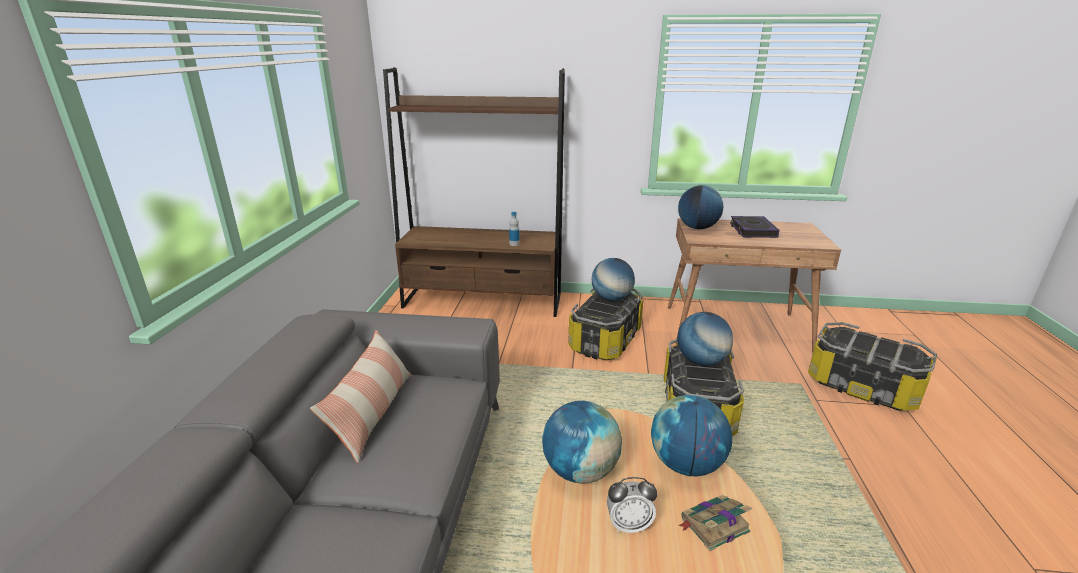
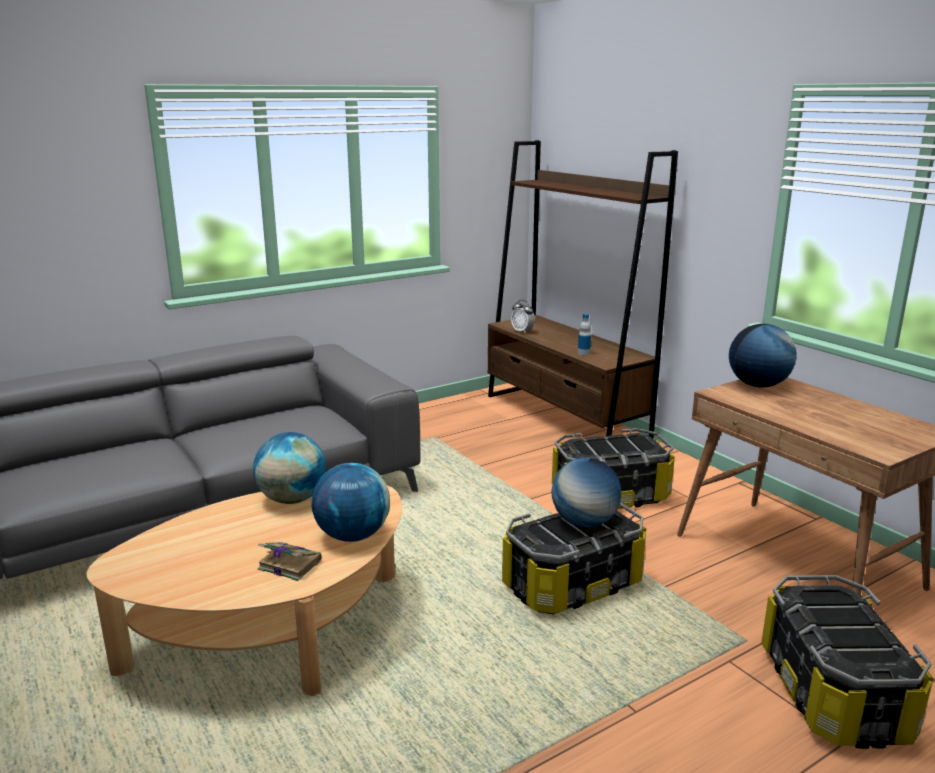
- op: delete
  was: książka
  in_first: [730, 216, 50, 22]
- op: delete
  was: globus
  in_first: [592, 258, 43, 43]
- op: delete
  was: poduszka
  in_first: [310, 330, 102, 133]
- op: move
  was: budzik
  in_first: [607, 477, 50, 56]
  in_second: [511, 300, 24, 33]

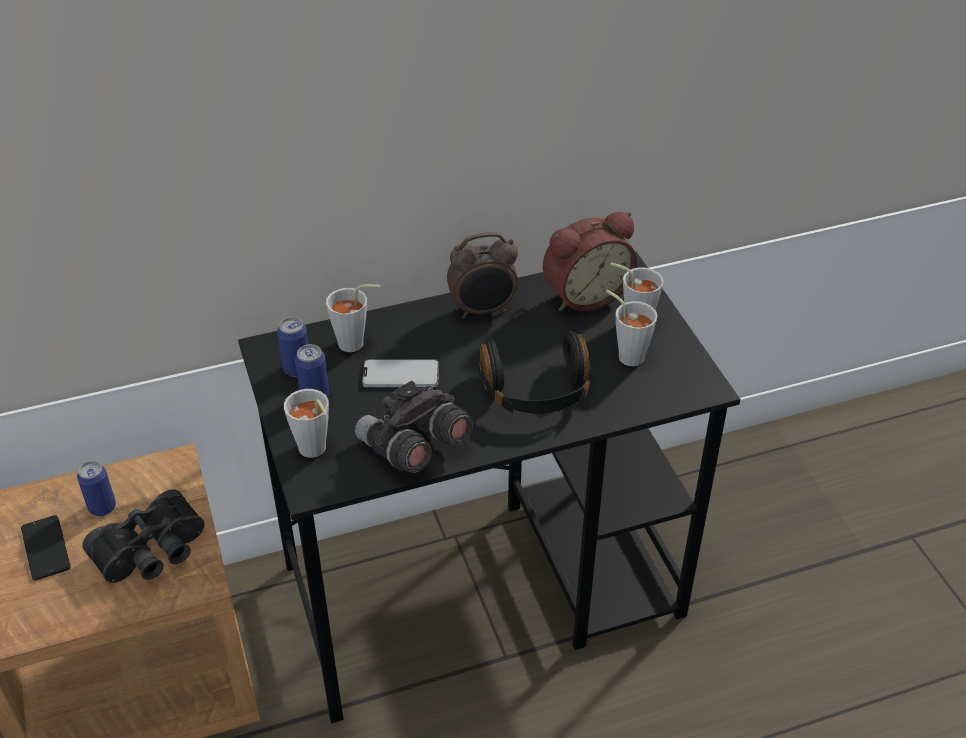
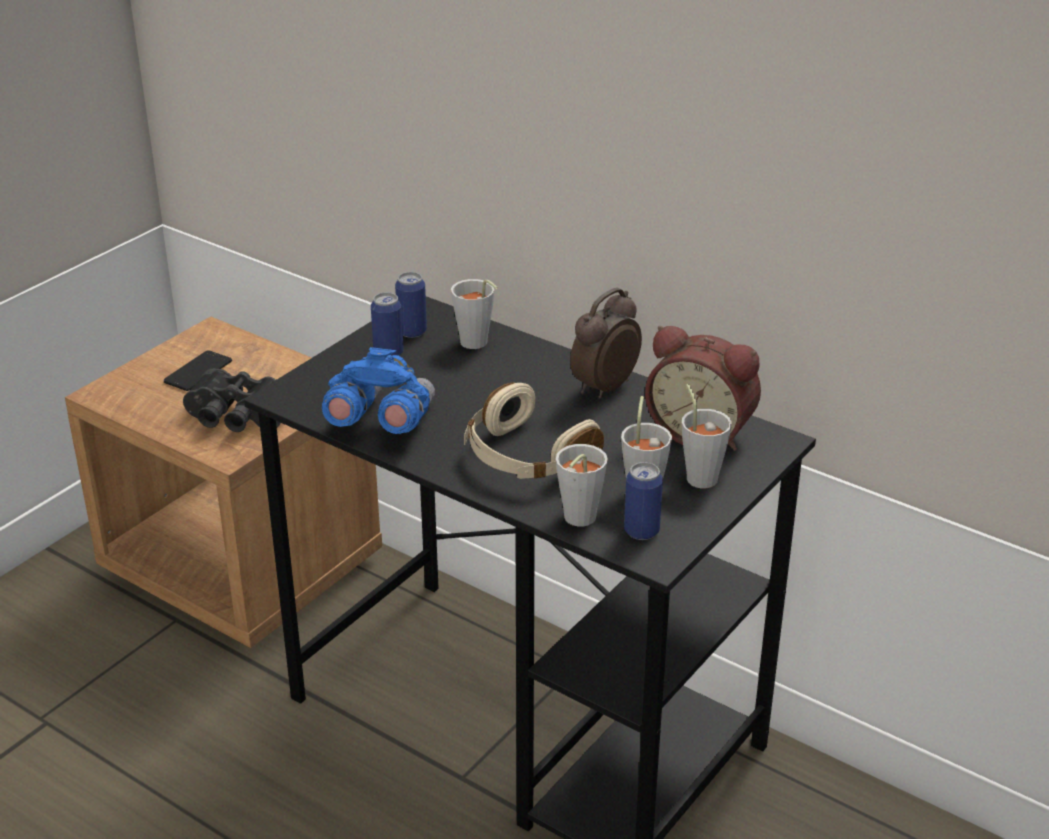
- op: rotate
  was: budzik
  in_first: [447, 232, 71, 86]
  in_second: [570, 288, 72, 111]
  clockwise: 90
- op: recolor
  was: słuchawki (czarny)
  now: słuchawki (beżowy)
  in_first: [478, 331, 113, 83]
  in_second: [464, 382, 140, 97]
- op: delete
  was: telefon
  in_first: [362, 360, 77, 27]
- op: recolor
  was: lornetka (szary)
  now: lornetka (niebieski)
  in_first: [355, 381, 118, 92]
  in_second: [322, 347, 113, 87]
- op: move
  was: filiżanka (szary)
  in_first: [284, 389, 45, 69]
  in_second: [556, 444, 52, 82]
- op: move
  was: puszka
  in_first: [77, 461, 39, 55]
  in_second: [624, 462, 39, 78]

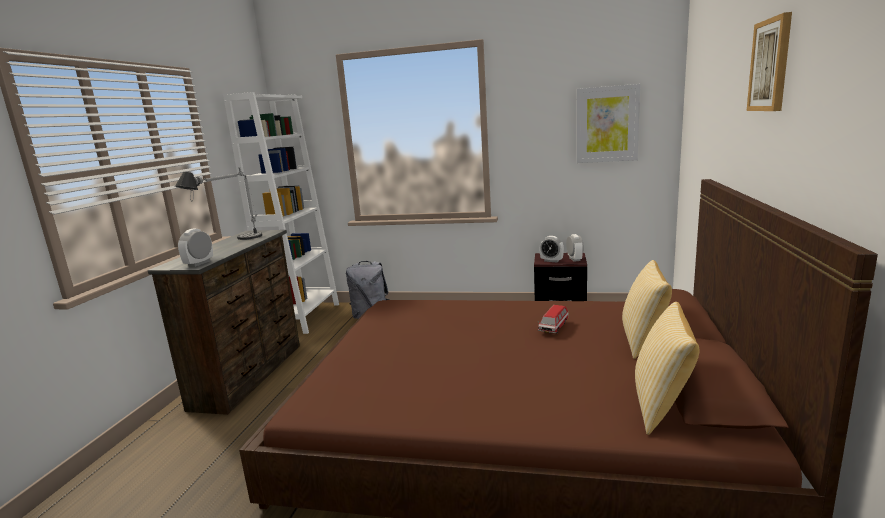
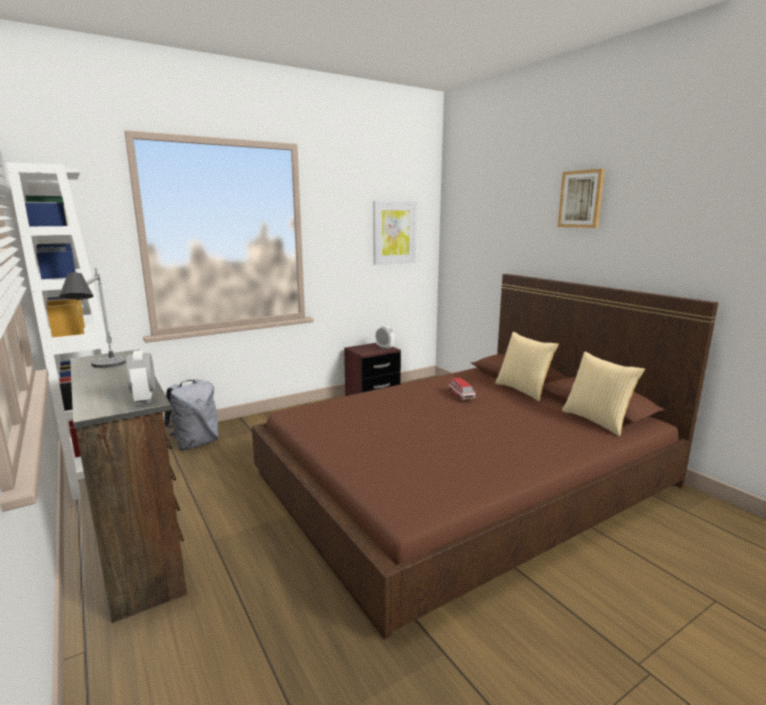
- op: delete
  was: budzik
  in_first: [539, 236, 25, 26]

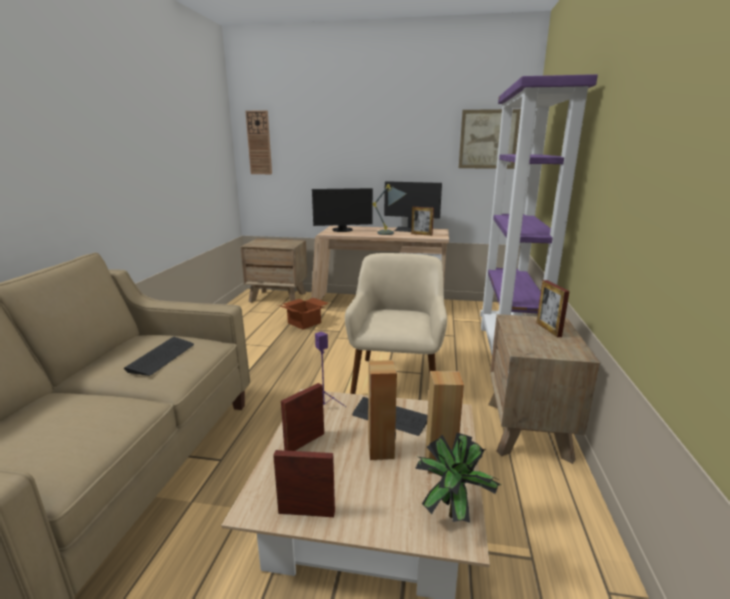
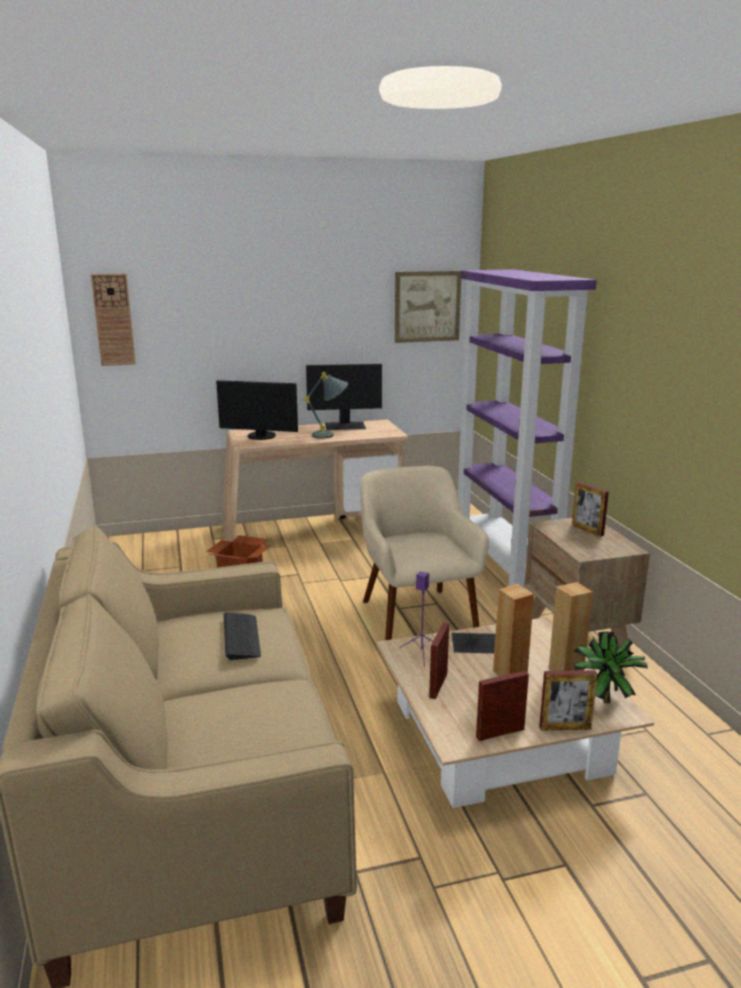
- op: rotate
  was: monitor
  in_first: [312, 188, 61, 44]
  in_second: [216, 380, 82, 60]
  clockwise: 45
- op: move
  was: ramka na zdjęcie
  in_first: [411, 207, 23, 29]
  in_second: [539, 670, 59, 60]
- op: delete
  was: szafka nocna (brązowy)
  in_first: [240, 239, 67, 64]

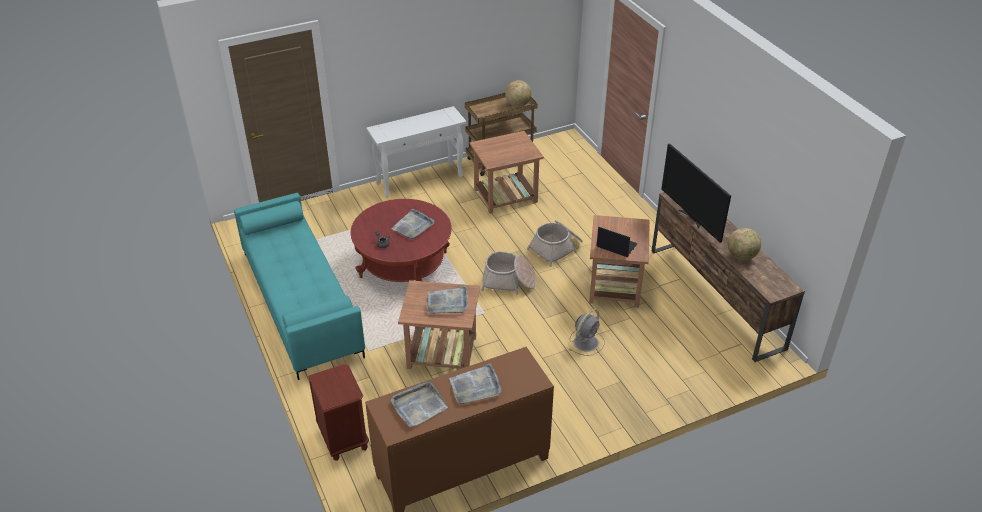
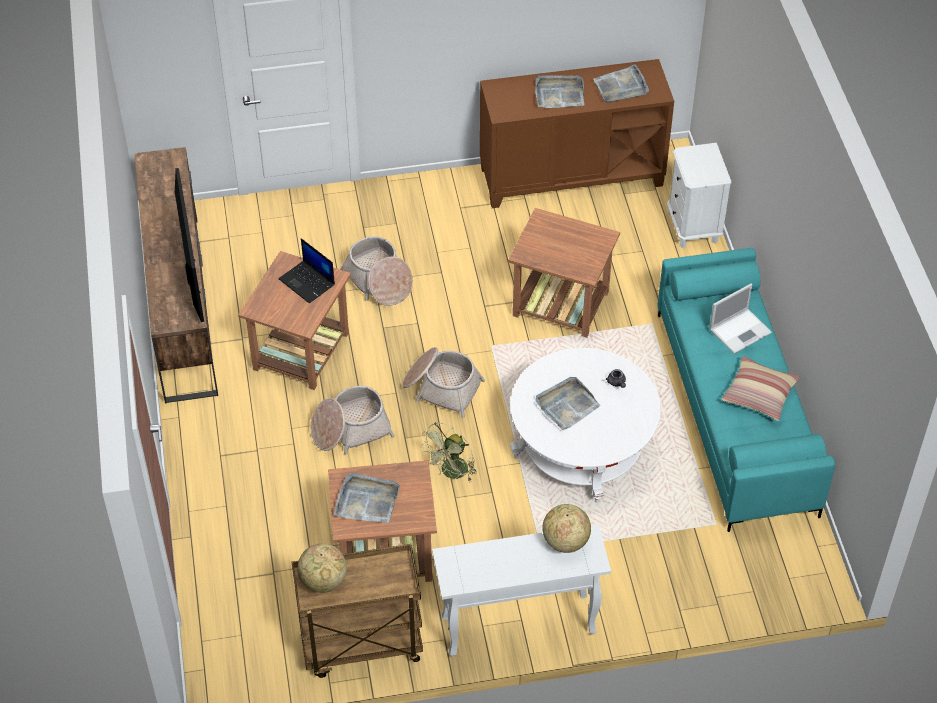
- op: recolor
  was: ława (czerwony)
  now: ława (biały)
  in_first: [351, 199, 101, 83]
  in_second: [510, 348, 151, 155]
- op: move
  was: globus
  in_first: [728, 228, 33, 32]
  in_second: [542, 504, 49, 49]
- op: move
  was: taca (szary)
  in_first: [427, 286, 41, 28]
  in_second: [334, 473, 66, 50]
- op: replace
  was: wentylator (szary)
  now: koszyk
  in_first: [569, 309, 36, 47]
  in_second: [340, 236, 73, 70]
- op: recolor
  was: szafka nocna (brązowy)
  now: szafka nocna (biały)
  in_first: [308, 364, 61, 97]
  in_second: [667, 143, 64, 105]
- op: insert
  now: laptop
  in_second: [709, 284, 63, 70]
- op: insert
  now: poduszka
  in_second: [722, 356, 78, 65]
- op: insert
  now: wentylator (zielony)
  in_second: [420, 422, 57, 59]

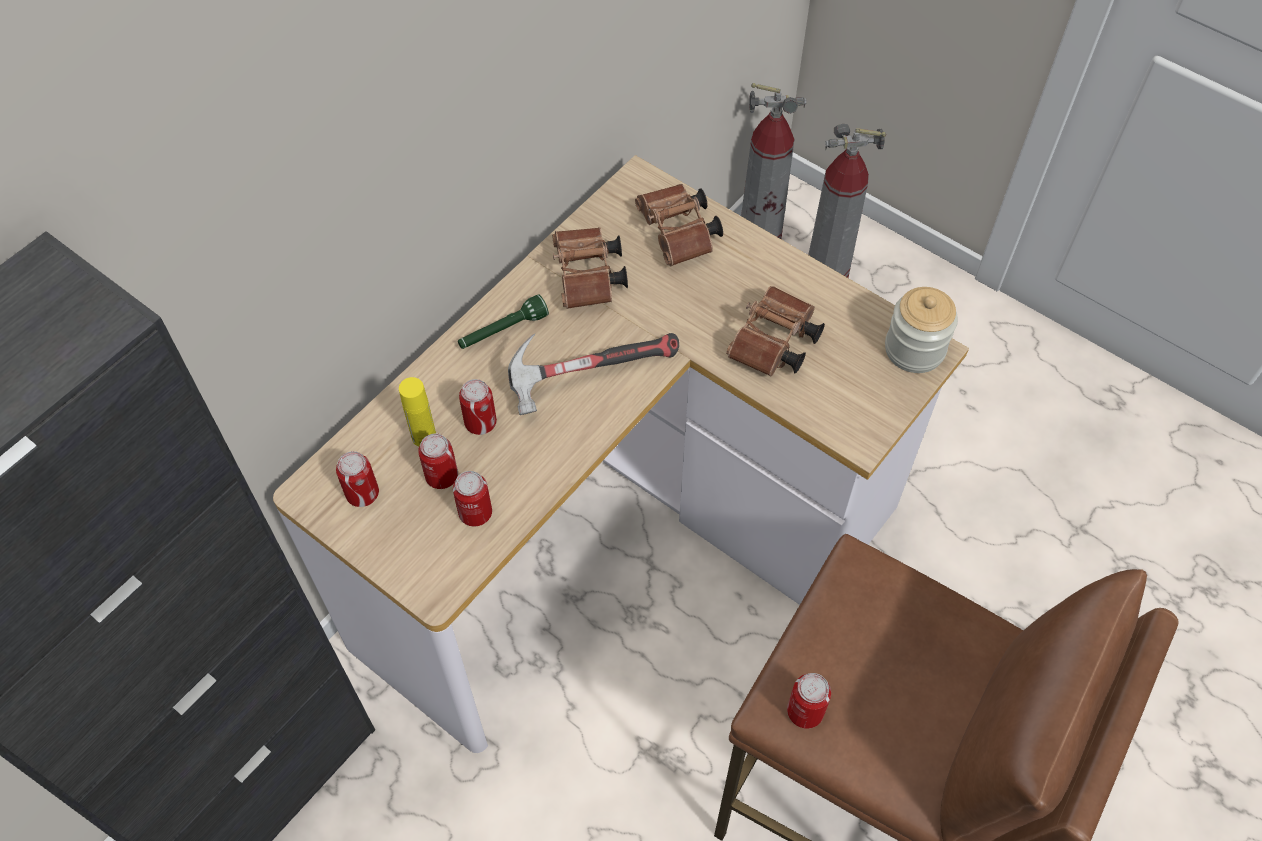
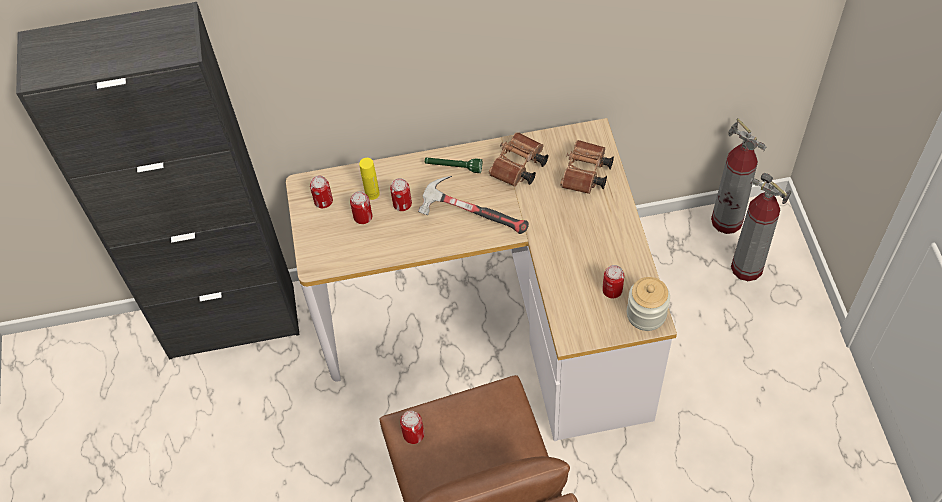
- op: delete
  was: lornetka (brązowy)
  in_first: [726, 286, 99, 91]
- op: move
  was: puszka
  in_first: [453, 471, 39, 56]
  in_second: [602, 265, 22, 33]

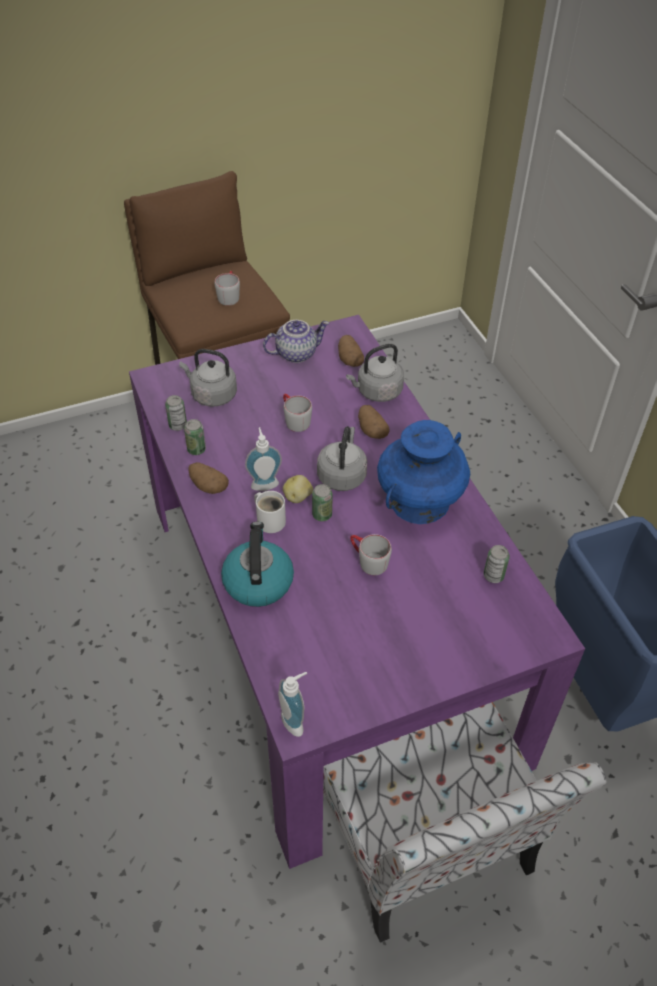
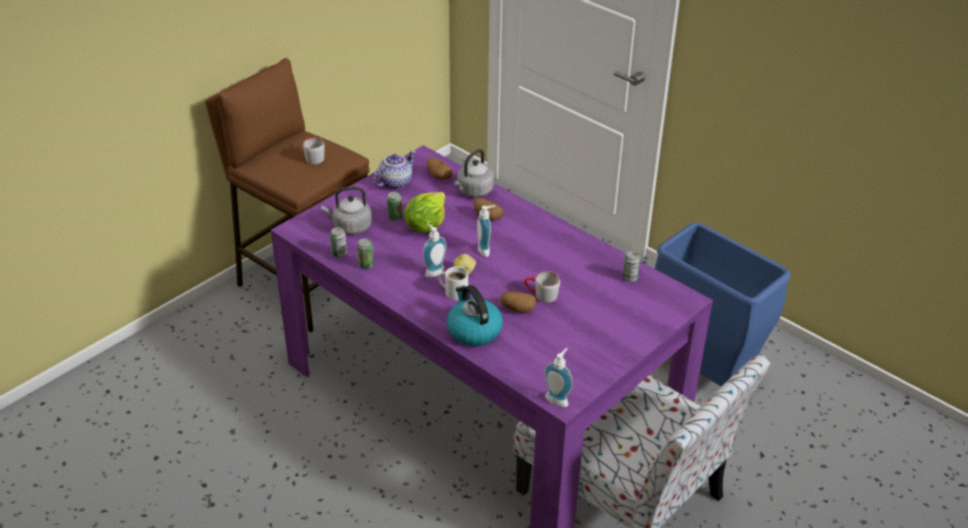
- op: replace
  was: kubek (szary)
  now: sałata
  in_first: [283, 394, 29, 38]
  in_second: [404, 192, 41, 41]
- op: delete
  was: wazon (niebieski)
  in_first: [377, 420, 93, 104]
- op: replace
  was: czajnik (szary)
  now: dozownik mydła
  in_first: [317, 426, 50, 65]
  in_second: [477, 205, 19, 52]
- op: move
  was: ziemniak
  in_first: [189, 462, 40, 32]
  in_second: [500, 292, 37, 21]
- op: move
  was: puszka
  in_first: [312, 484, 21, 37]
  in_second: [387, 192, 15, 29]

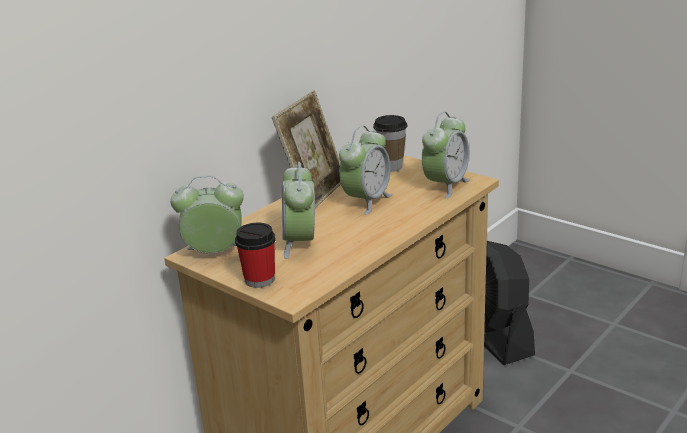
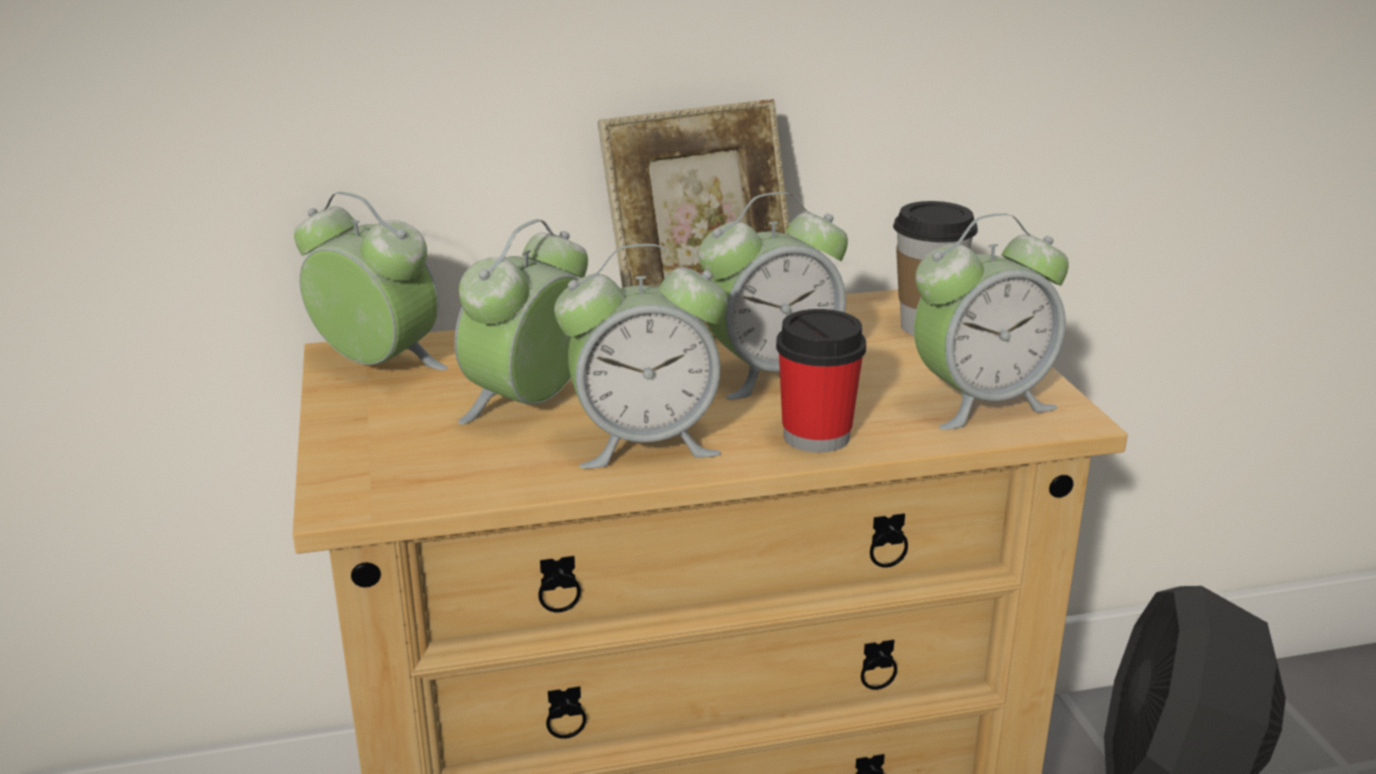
- op: move
  was: filiżanka
  in_first: [235, 223, 41, 65]
  in_second: [776, 309, 90, 144]
- op: insert
  now: budzik
  in_second: [554, 244, 174, 225]

